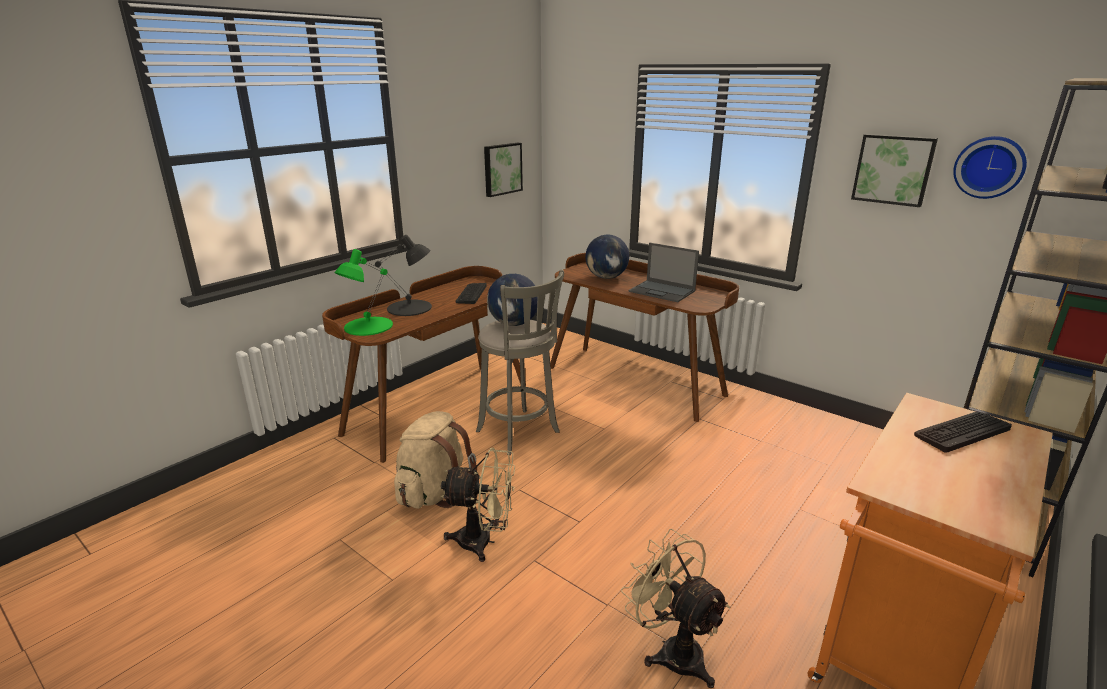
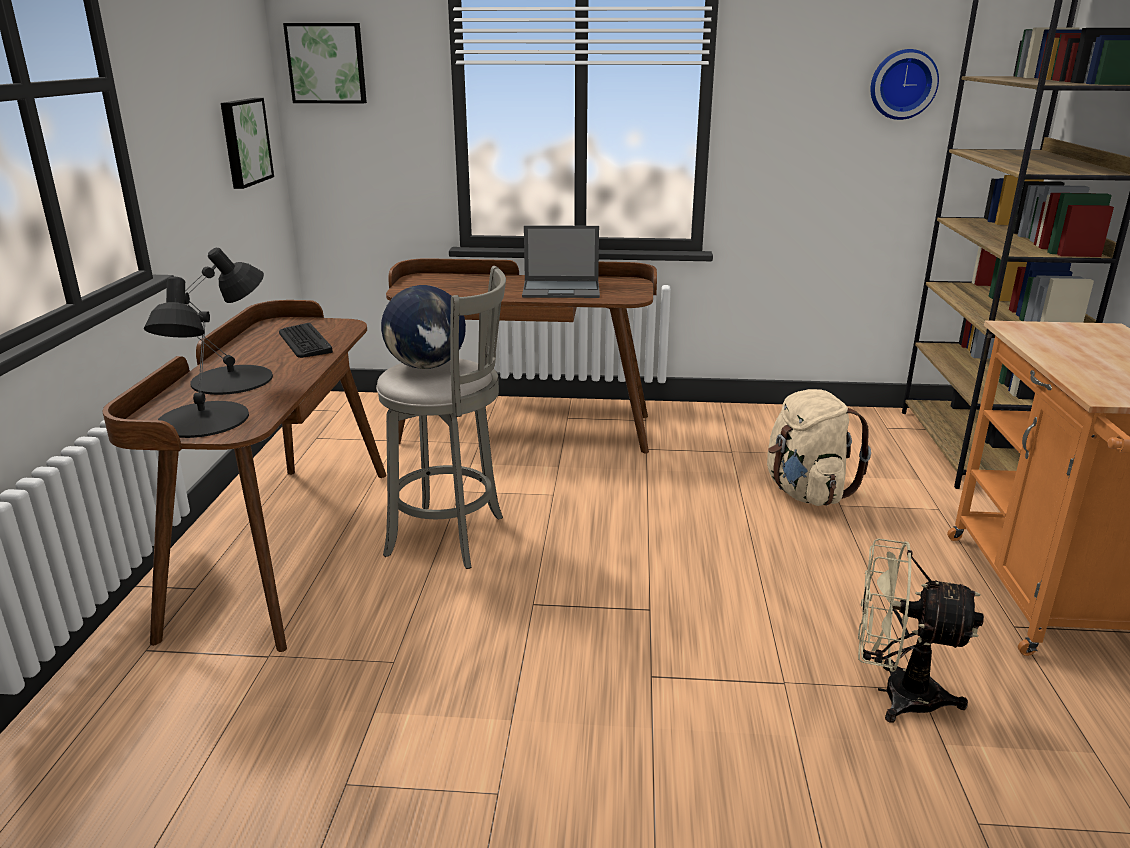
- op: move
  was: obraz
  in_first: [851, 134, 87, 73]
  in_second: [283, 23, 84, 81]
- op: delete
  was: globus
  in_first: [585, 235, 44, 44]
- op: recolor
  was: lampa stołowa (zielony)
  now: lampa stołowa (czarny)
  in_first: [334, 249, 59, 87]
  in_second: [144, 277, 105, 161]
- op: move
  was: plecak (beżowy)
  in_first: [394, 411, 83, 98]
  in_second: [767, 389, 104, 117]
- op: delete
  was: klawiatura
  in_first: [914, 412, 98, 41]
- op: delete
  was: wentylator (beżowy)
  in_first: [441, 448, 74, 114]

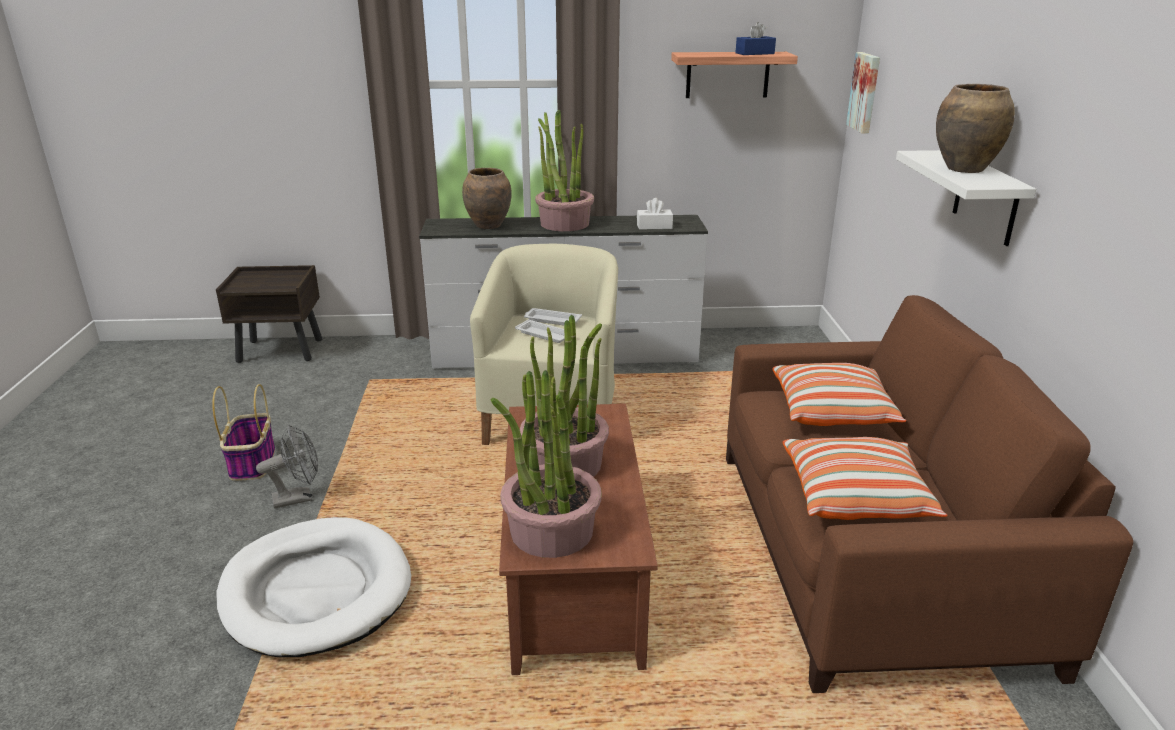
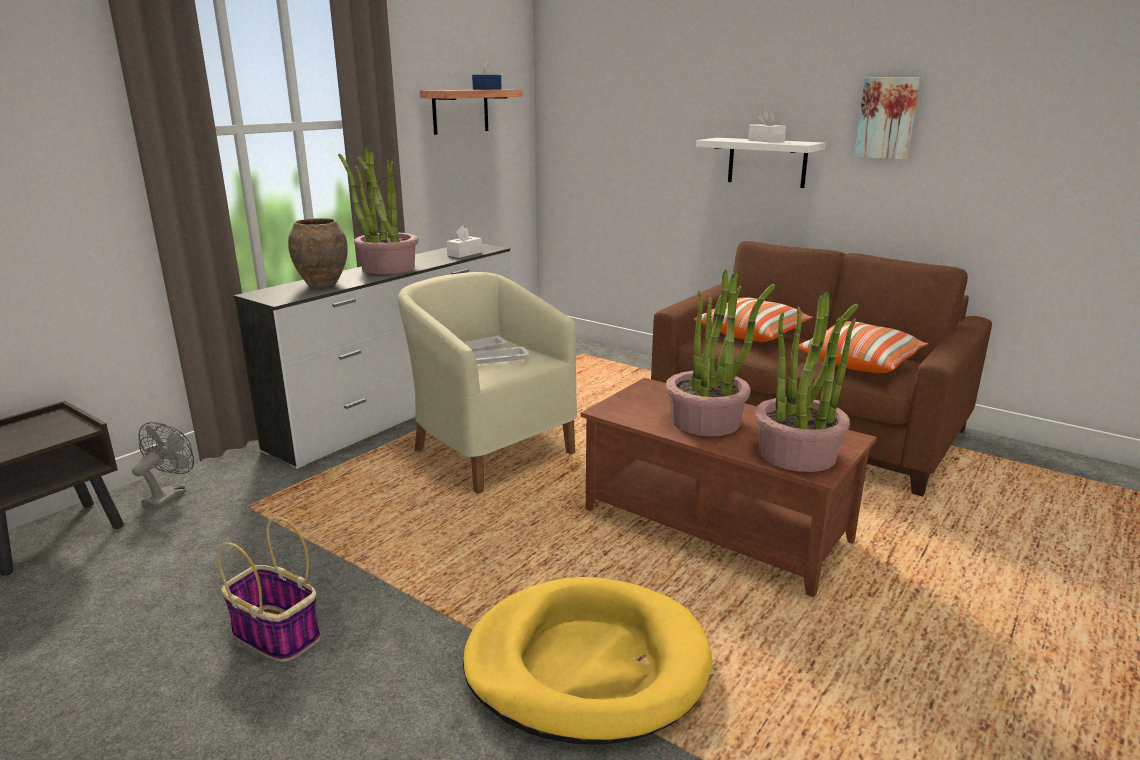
- op: move
  was: obraz
  in_first: [846, 52, 34, 82]
  in_second: [854, 77, 66, 83]
- op: replace
  was: wazon (brązowy)
  now: pudełko chusteczek (biały)
  in_first: [936, 84, 79, 89]
  in_second: [748, 110, 38, 33]
- op: move
  was: wentylator (szary)
  in_first: [256, 425, 62, 84]
  in_second: [132, 422, 62, 87]
- op: recolor
  was: legowisko (biały)
  now: legowisko (żółty)
  in_first: [216, 517, 195, 140]
  in_second: [463, 577, 250, 168]

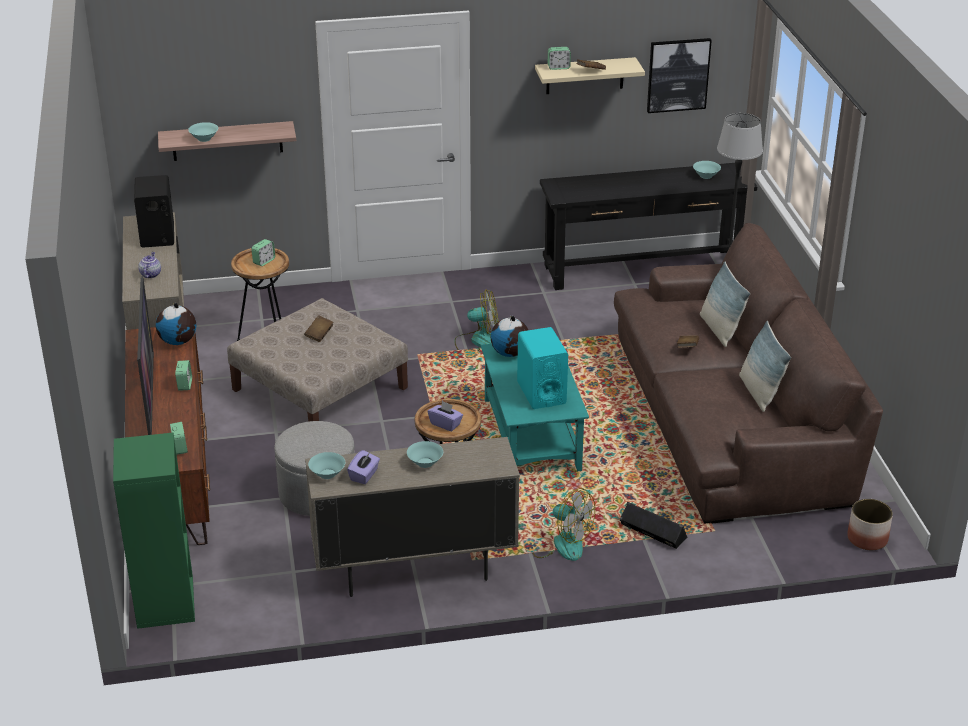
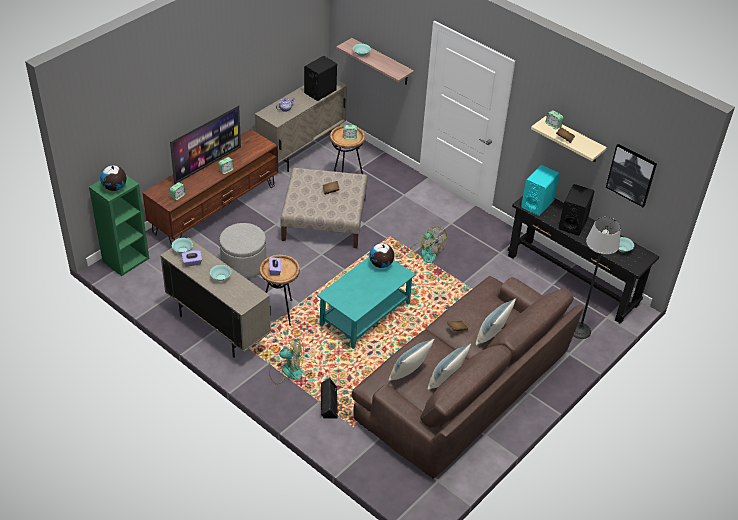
- op: move
  was: globus
  in_first: [156, 303, 40, 42]
  in_second: [100, 165, 26, 26]
- op: move
  was: głośnik (turkusowy)
  in_first: [517, 327, 51, 82]
  in_second: [521, 165, 39, 51]
- op: rotate
  was: wentylator
  in_first: [533, 488, 62, 73]
  in_second: [269, 337, 35, 48]
  clockwise: -75
- op: delete
  was: donica
  in_first: [847, 499, 46, 51]
- op: insert
  now: głośnik (czarny)
  in_second: [559, 184, 35, 52]
- op: insert
  now: poduszka
  in_second: [388, 339, 46, 42]

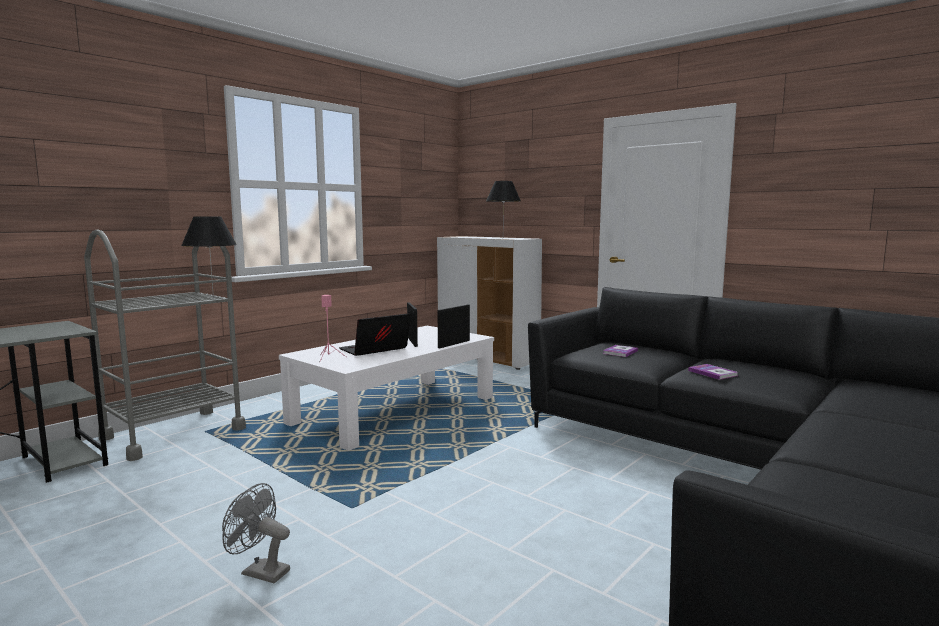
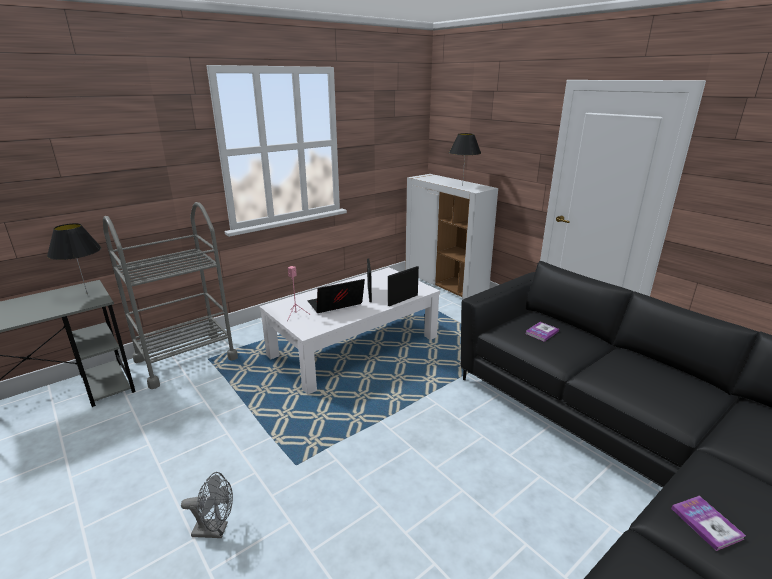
- op: move
  was: lampa stołowa (czarny)
  in_first: [181, 216, 56, 82]
  in_second: [47, 223, 54, 73]
- op: move
  was: książka
  in_first: [688, 364, 50, 16]
  in_second: [671, 496, 75, 55]
- op: rotate
  was: wentylator (szary)
  in_first: [222, 483, 68, 100]
  in_second: [181, 472, 52, 66]
  clockwise: 150

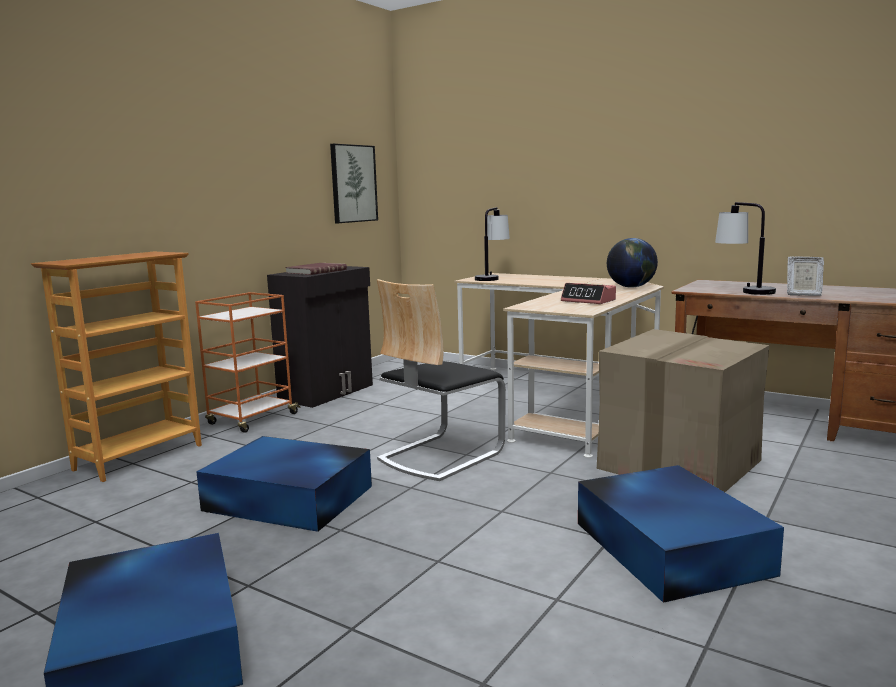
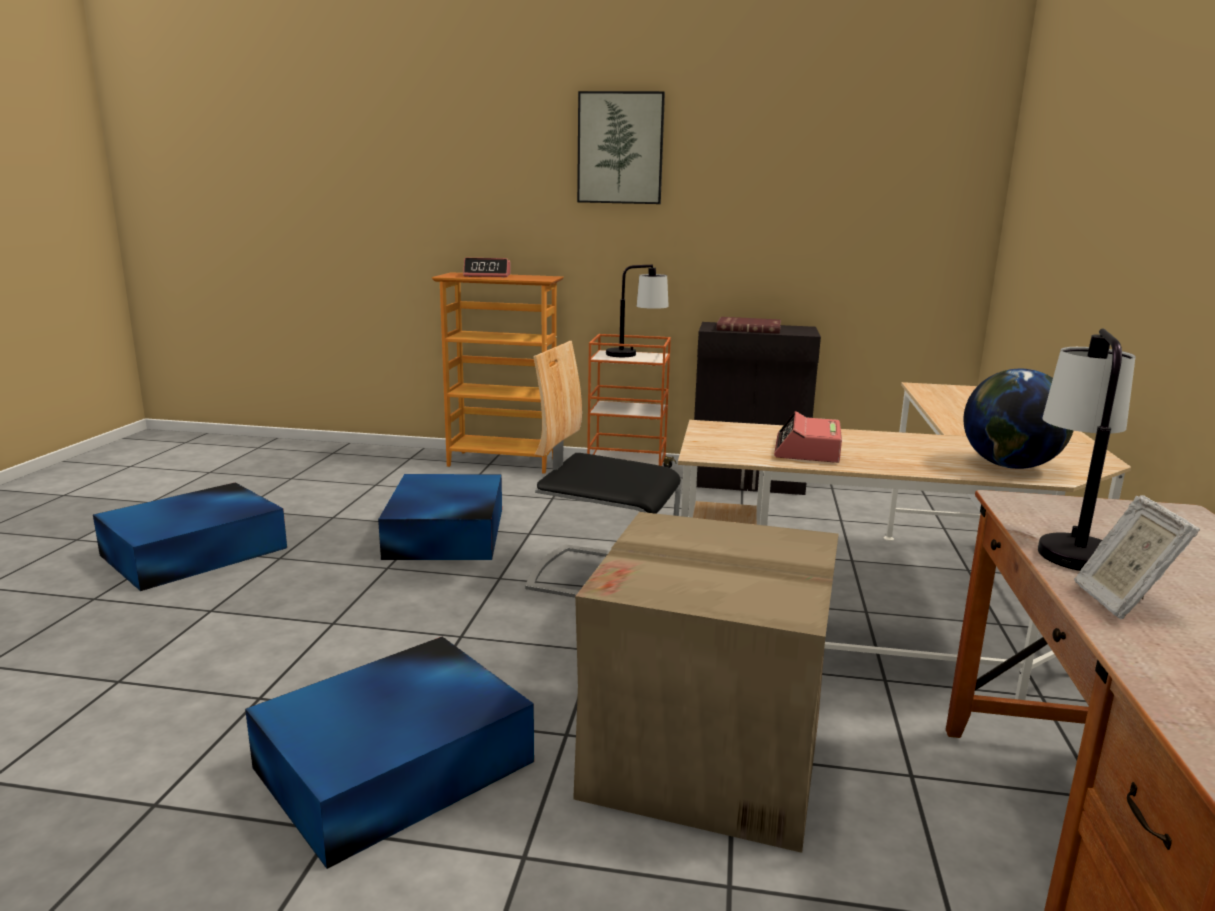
- op: move
  was: obraz
  in_first: [330, 144, 48, 79]
  in_second: [577, 91, 88, 113]
- op: move
  was: lampa stołowa
  in_first: [475, 207, 35, 74]
  in_second: [606, 265, 63, 92]
- op: insert
  now: budzik
  in_second: [463, 258, 48, 20]

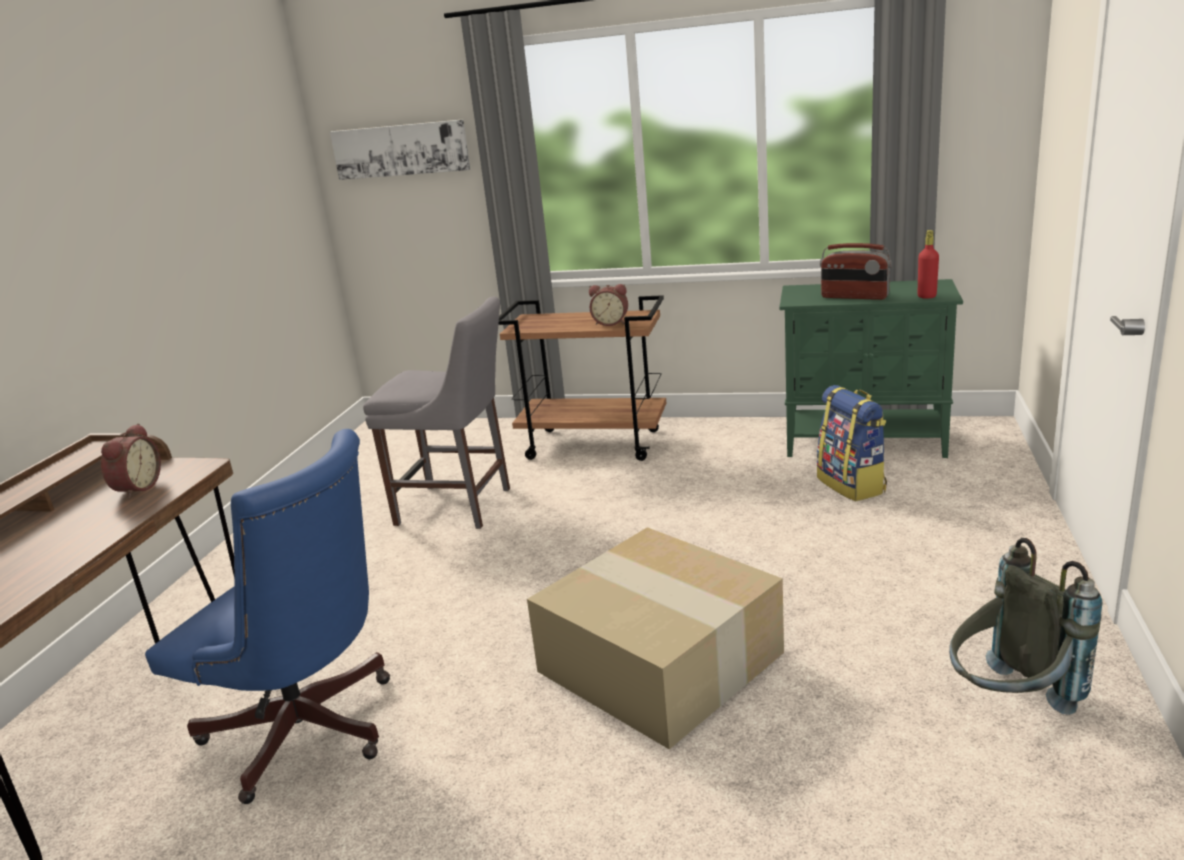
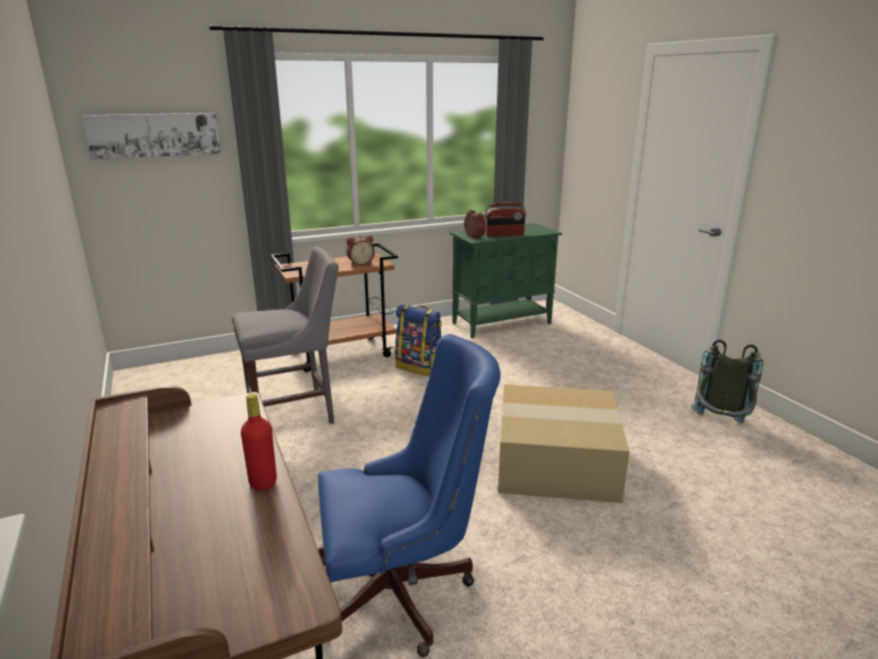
- op: move
  was: butelka (czerwony)
  in_first: [918, 230, 21, 69]
  in_second: [241, 393, 36, 97]
- op: move
  was: plecak
  in_first: [817, 385, 70, 116]
  in_second: [395, 305, 47, 71]
- op: move
  was: budzik
  in_first: [101, 423, 60, 75]
  in_second: [464, 209, 22, 29]

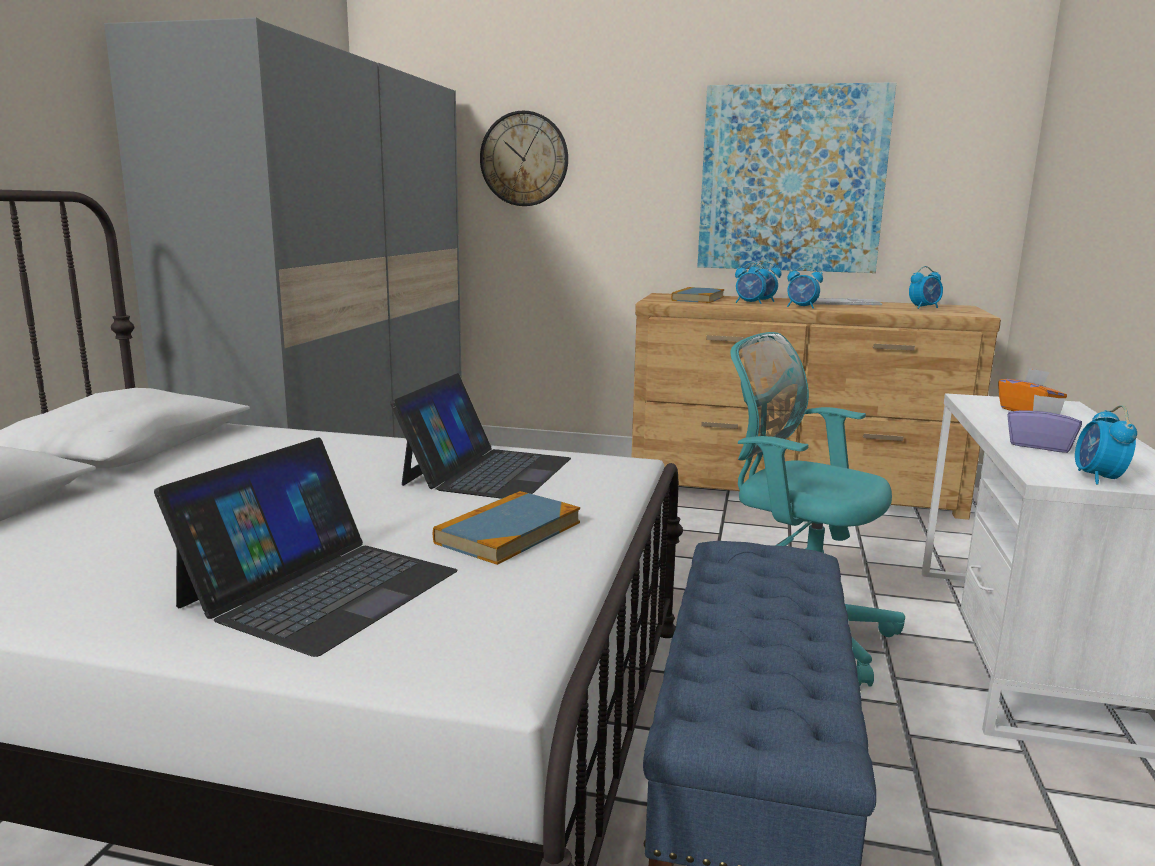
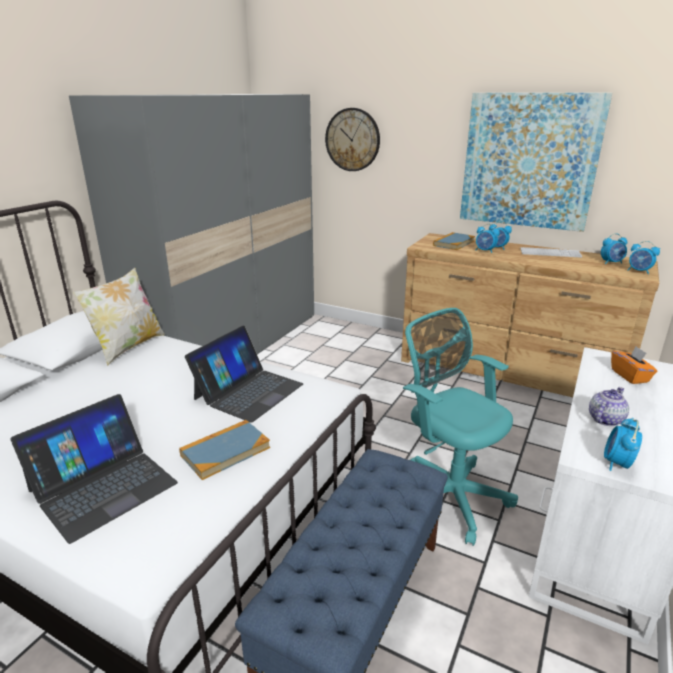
- op: move
  was: budzik
  in_first: [787, 265, 36, 44]
  in_second: [627, 241, 33, 33]
- op: replace
  was: pudełko chusteczek (fioletowy)
  now: imbryk
  in_first: [1007, 394, 75, 59]
  in_second: [589, 387, 40, 39]
- op: insert
  now: poduszka
  in_second: [73, 267, 92, 99]

